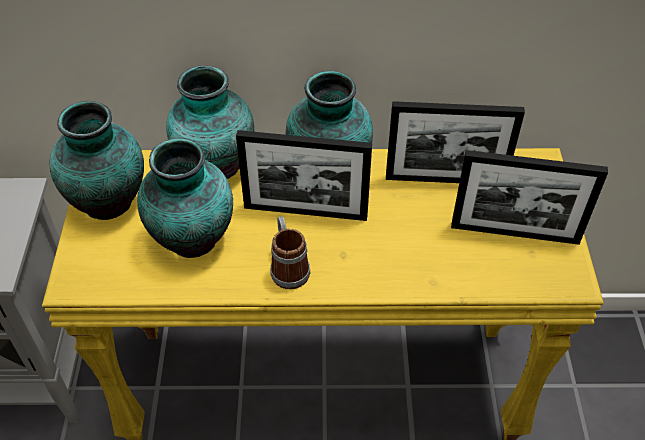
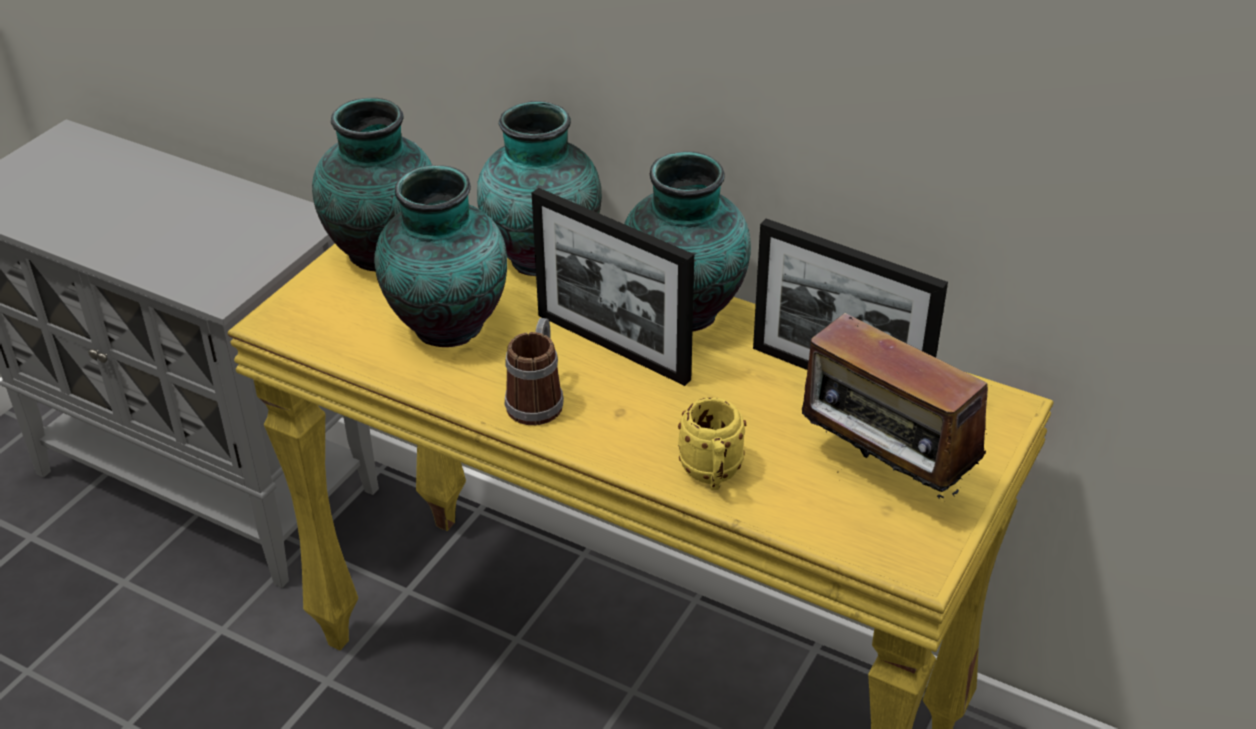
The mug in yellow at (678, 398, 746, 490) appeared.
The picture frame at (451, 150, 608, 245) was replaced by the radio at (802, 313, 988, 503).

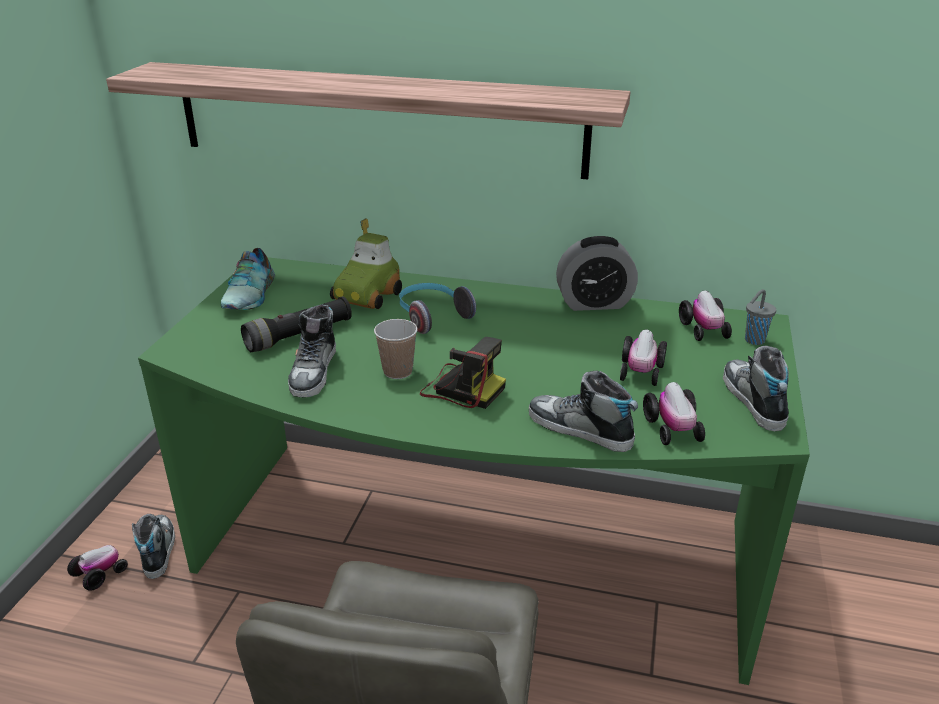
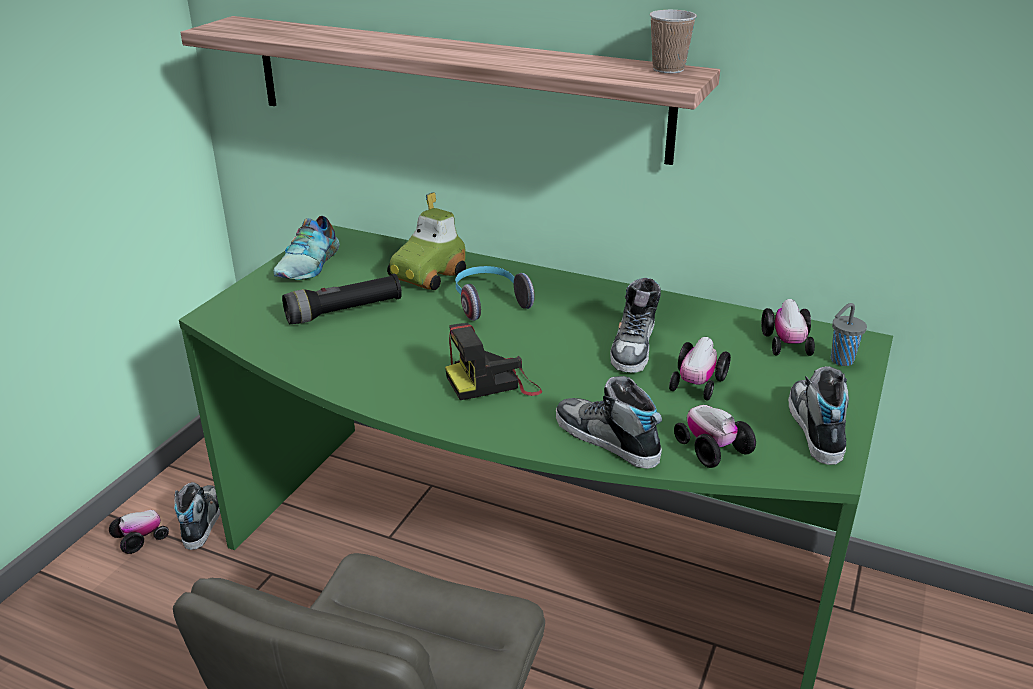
The alarm clock at (556, 236, 638, 311) disappeared.
The shoe moved from (288, 305, 336, 398) to (610, 278, 661, 373).
The cup moved from (374, 319, 418, 379) to (649, 10, 697, 73).
The photo camera at (420, 337, 506, 409) turned 120 degrees clockwise.
The toy car at (643, 382, 705, 445) turned 150 degrees clockwise.

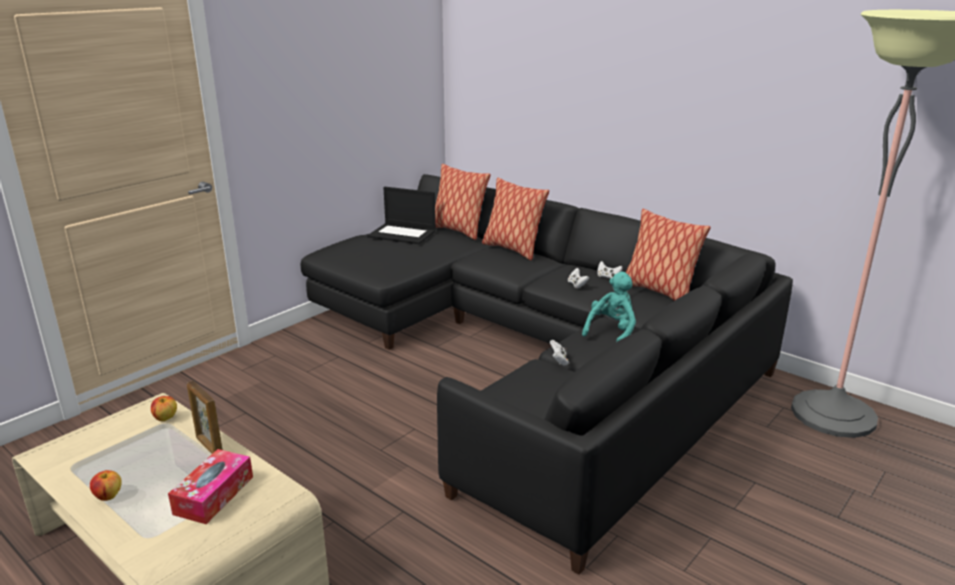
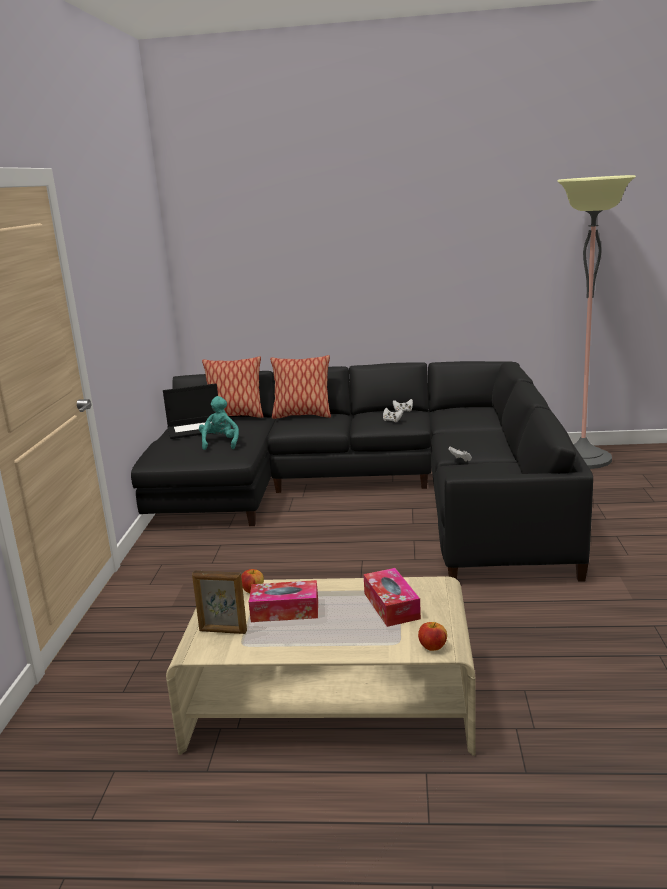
The pillow at (625, 209, 710, 301) disappeared.
The tissue box at (249, 580, 318, 622) appeared.
The apple moved from (90, 470, 122, 501) to (418, 622, 447, 651).
The picture frame moved from (187, 381, 223, 454) to (192, 570, 247, 634).
The plush toy in turquoise moved from (582, 272, 636, 342) to (199, 396, 239, 450).

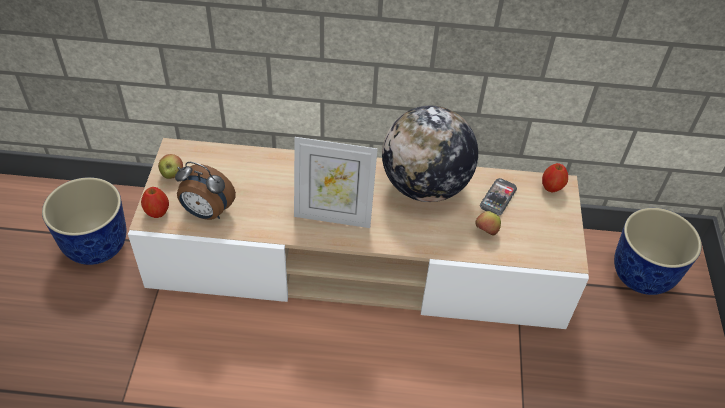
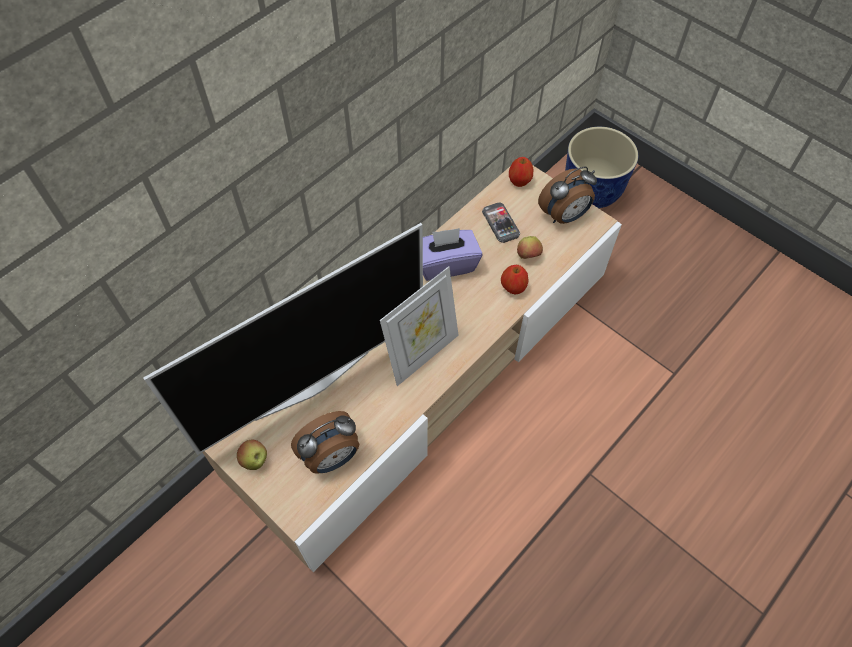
The planter at (42, 177, 126, 265) disappeared.
The television at (143, 223, 423, 455) appeared.
The alarm clock at (538, 167, 597, 224) appeared.
The apple moved from (141, 187, 169, 218) to (501, 265, 528, 294).
The globe at (382, 106, 478, 202) was replaced by the tissue box in purple at (423, 228, 482, 281).

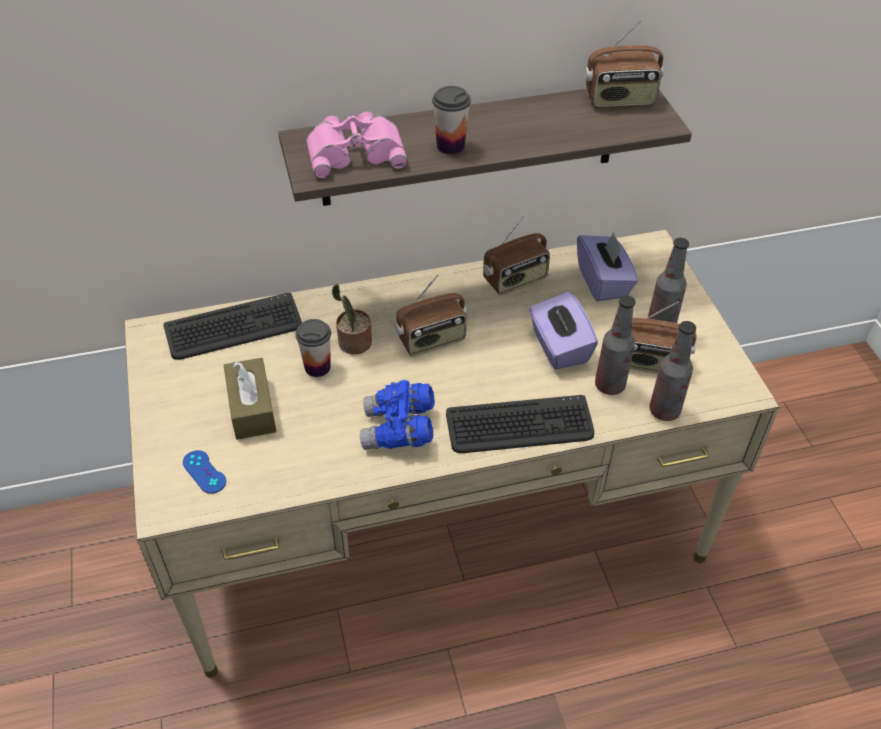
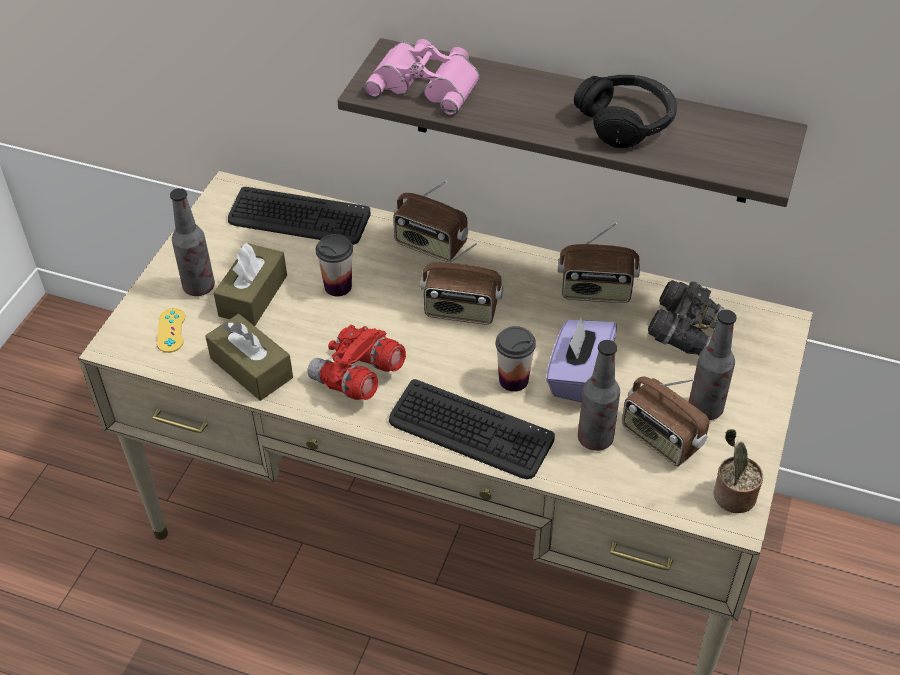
The tissue box in brown at (205, 314, 293, 401) appeared.
The headphones in black at (574, 75, 677, 148) appeared.
The potted plant moved from (331, 284, 372, 354) to (714, 429, 763, 513).
The cup moved from (432, 86, 471, 154) to (496, 326, 536, 392).
The radio moved from (584, 20, 664, 108) to (393, 181, 468, 262).
The bottle moved from (649, 321, 696, 421) to (170, 188, 215, 296).
The tissue box in purple at (577, 232, 638, 302) was replaced by the binoculars in grey at (648, 280, 725, 356).
The game controller in blue at (183, 450, 226, 494) became the game controller in yellow at (157, 308, 185, 353).
The binoculars in blue at (360, 380, 435, 450) became the binoculars in red at (307, 325, 406, 400).

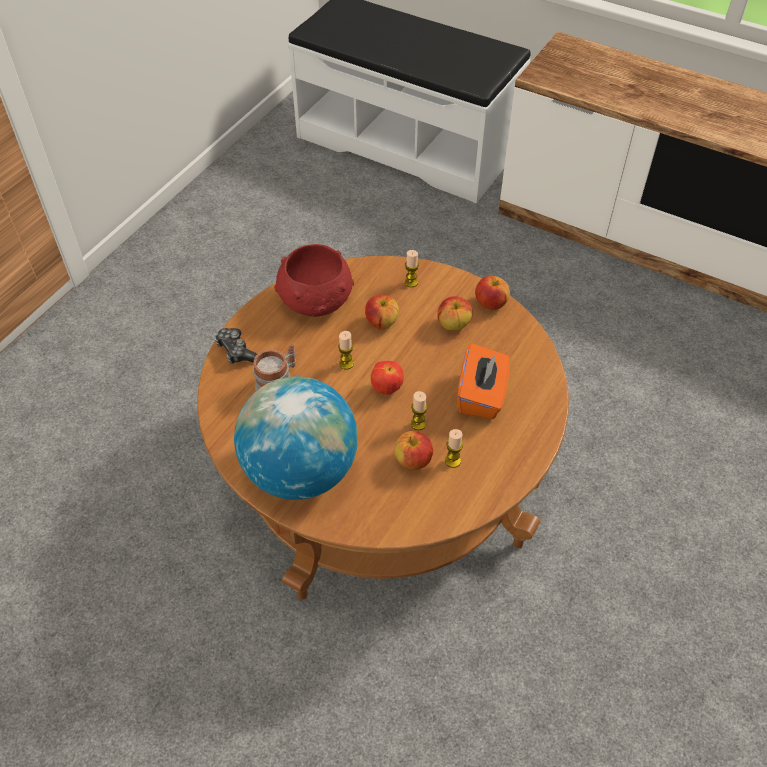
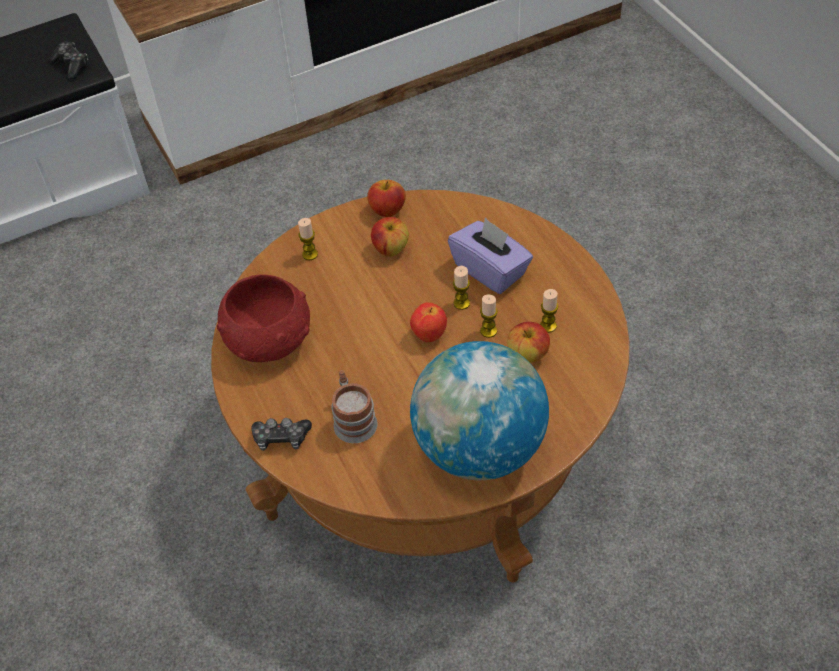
The apple at (365, 294, 399, 330) disappeared.
The game controller at (49, 42, 88, 79) appeared.
The candle moved from (338, 331, 354, 370) to (453, 266, 470, 310).
The tissue box in orange at (457, 343, 510, 419) became the tissue box in purple at (448, 217, 533, 294).

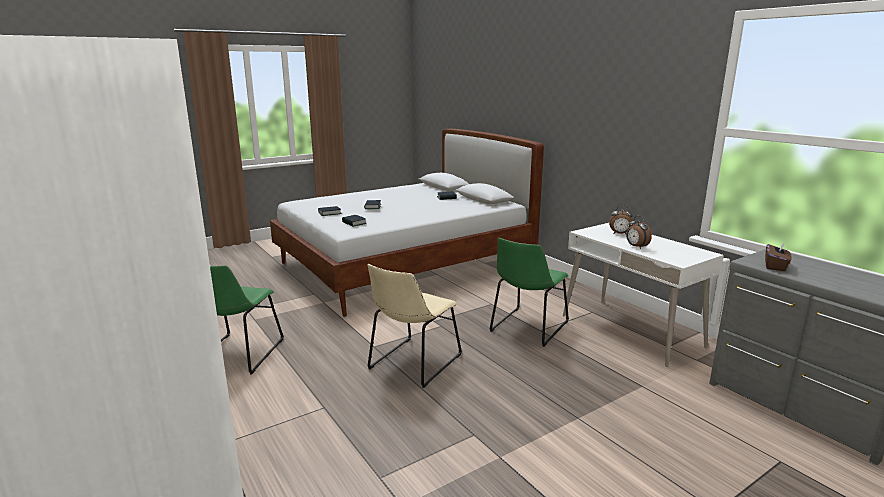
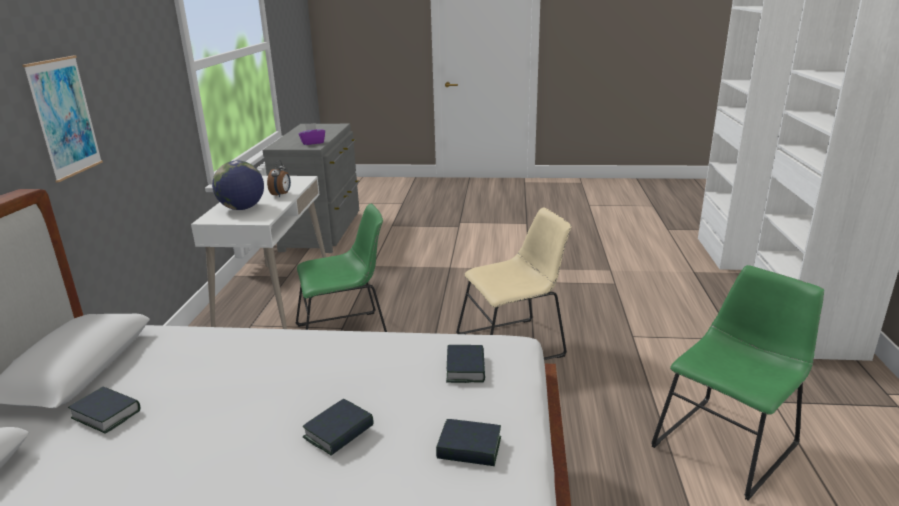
The picture at (22, 55, 103, 182) appeared.
The alarm clock at (609, 205, 633, 234) was replaced by the globe at (212, 160, 264, 210).
The tissue box in brown at (765, 242, 792, 271) became the tissue box in purple at (298, 123, 325, 145).

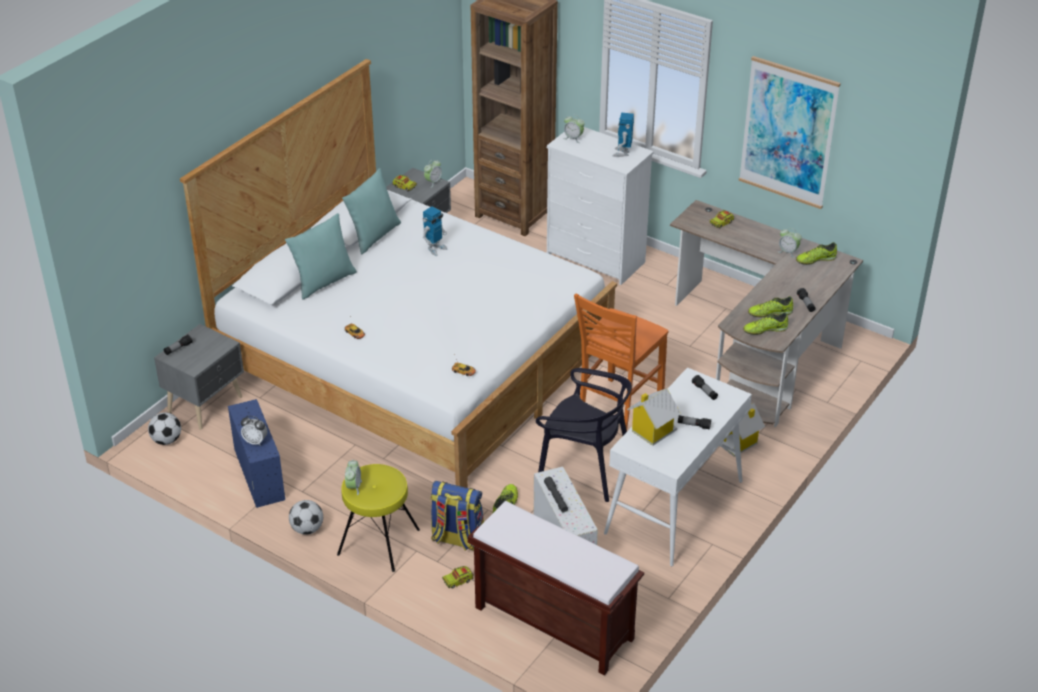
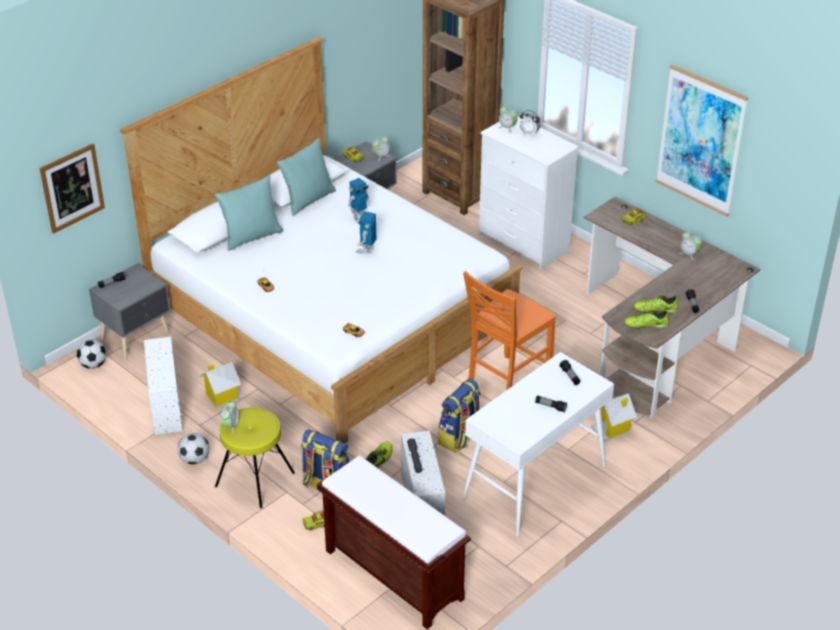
The shoe at (796, 242, 837, 265) disappeared.
The picture at (40, 144, 105, 234) appeared.
The alarm clock moved from (241, 416, 267, 446) to (519, 110, 540, 137).
The toy robot moved from (613, 112, 634, 157) to (356, 211, 376, 254).
The toy house moved from (627, 388, 681, 446) to (200, 362, 243, 409).
The chair in black at (536, 368, 632, 502) was replaced by the backpack at (438, 379, 481, 453).
The storage box in blue at (228, 399, 285, 508) became the storage box in white at (144, 337, 183, 435).

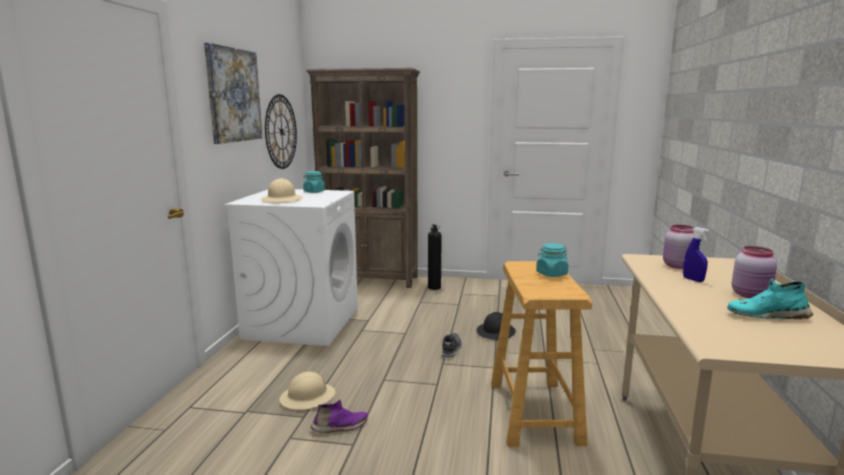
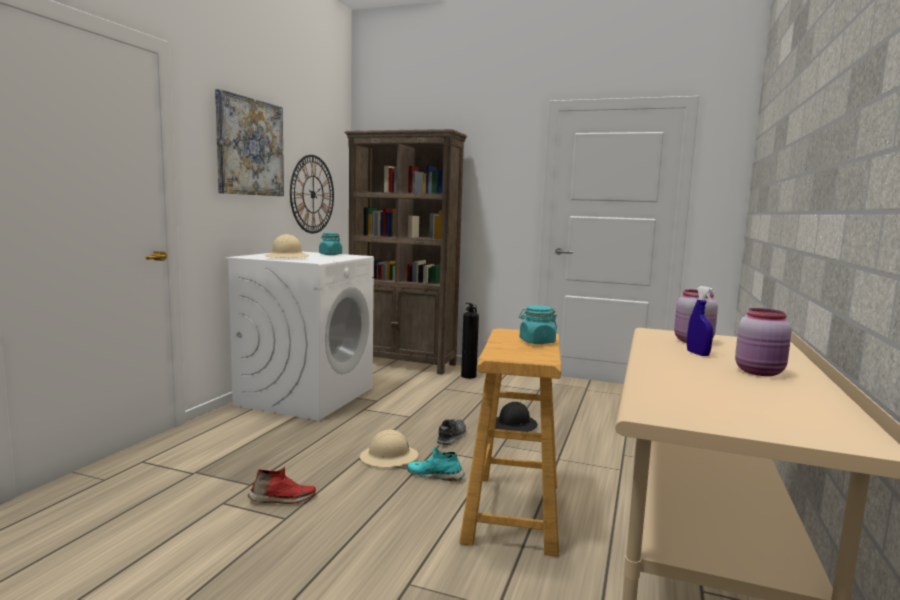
The hard hat in beige moved from (279, 372, 335, 410) to (360, 430, 418, 467).
The shoe in turquoise moved from (727, 279, 813, 319) to (407, 448, 465, 482).
The shoe in purple at (311, 399, 368, 433) became the shoe in red at (248, 467, 316, 504).

